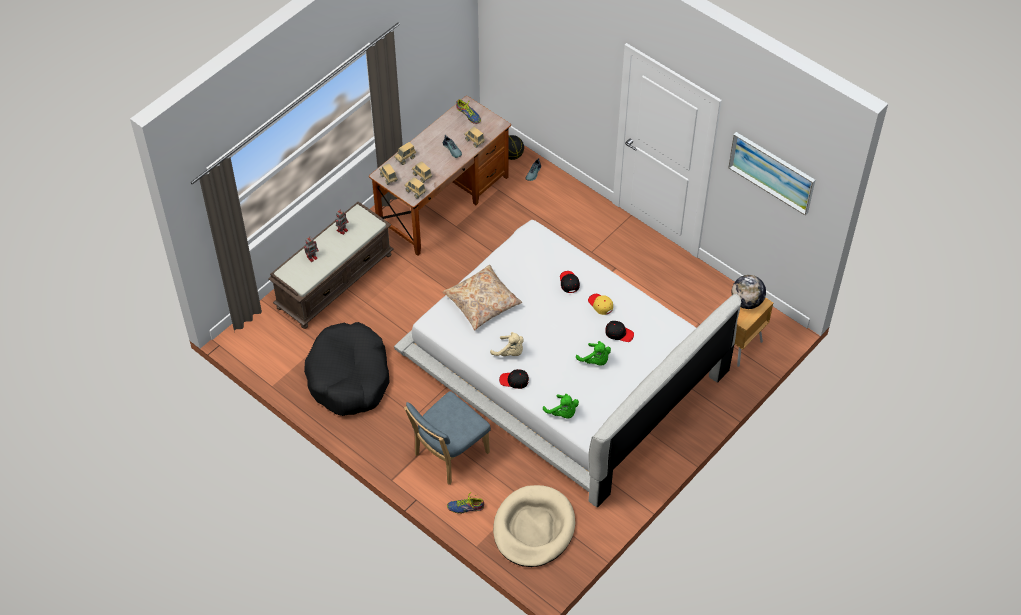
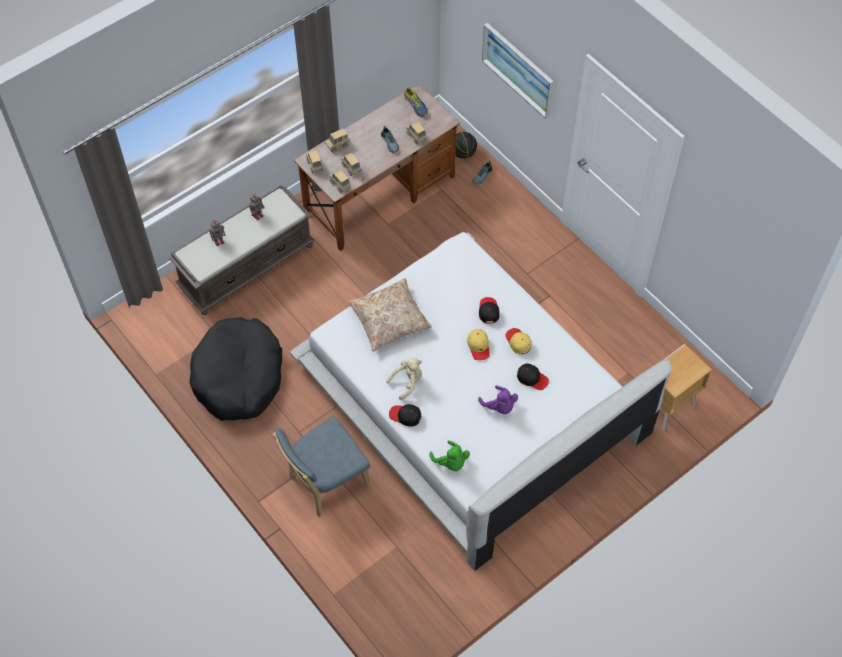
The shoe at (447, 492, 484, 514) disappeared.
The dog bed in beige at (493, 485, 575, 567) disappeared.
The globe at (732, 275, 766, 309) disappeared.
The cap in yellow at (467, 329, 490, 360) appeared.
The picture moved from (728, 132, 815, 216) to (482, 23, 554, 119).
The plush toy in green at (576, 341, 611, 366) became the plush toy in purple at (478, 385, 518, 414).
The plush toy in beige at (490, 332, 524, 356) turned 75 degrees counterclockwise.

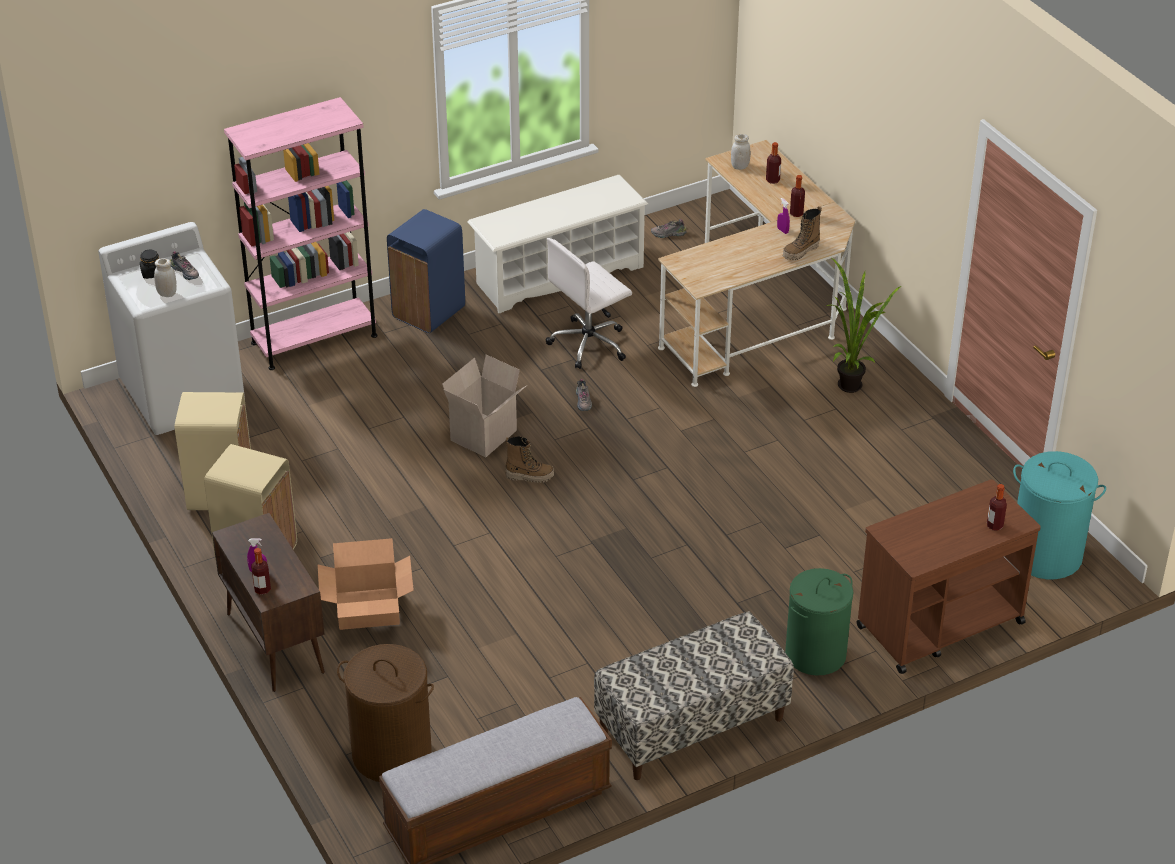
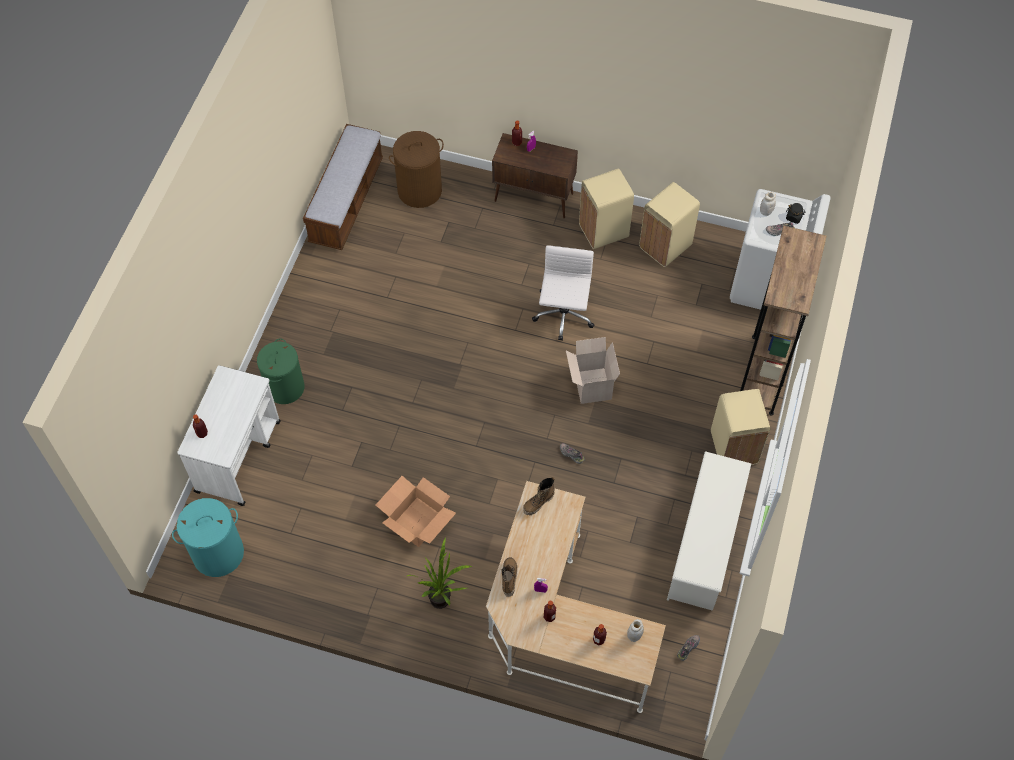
The bench at (594, 611, 794, 780) disappeared.
The cardboard box moved from (318, 538, 414, 630) to (376, 476, 456, 547).
The boot moved from (505, 436, 554, 483) to (523, 477, 555, 516).
The office chair in white moved from (545, 238, 632, 369) to (532, 245, 594, 340).
The bookcase in pink at (224, 97, 377, 370) became the bookcase in brown at (740, 226, 827, 416).
The trash can in blue at (387, 209, 465, 333) became the trash can in beige at (711, 389, 771, 465).
The cart in brown at (856, 479, 1041, 674) became the cart in white at (177, 365, 281, 506).

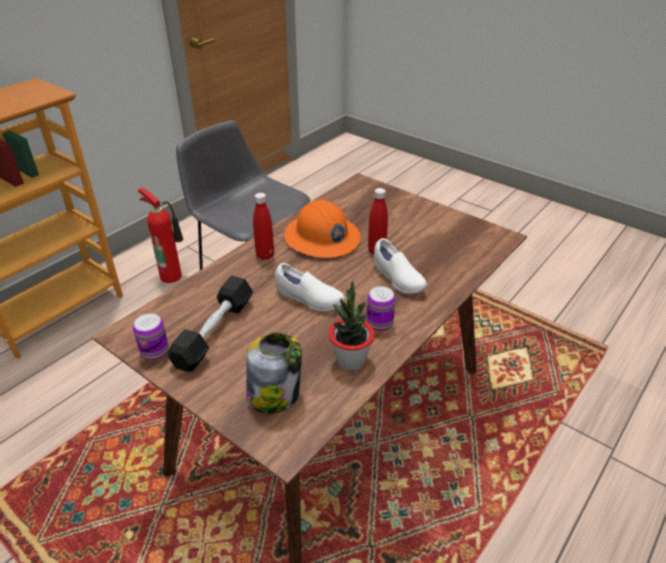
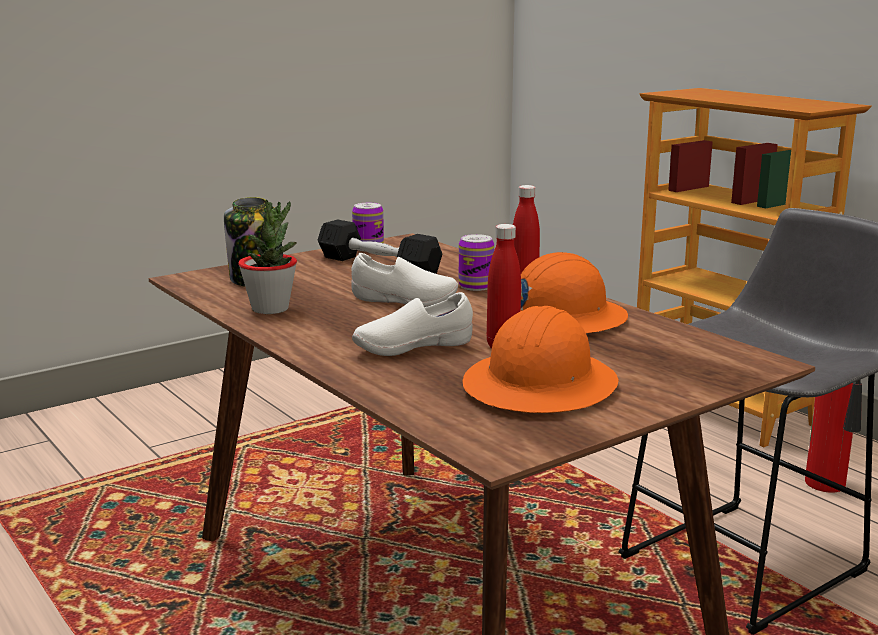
The hard hat in orange at (462, 306, 618, 413) appeared.
The can moved from (366, 286, 395, 332) to (459, 234, 494, 291).
The shoe in white at (275, 263, 345, 312) turned 120 degrees counterclockwise.

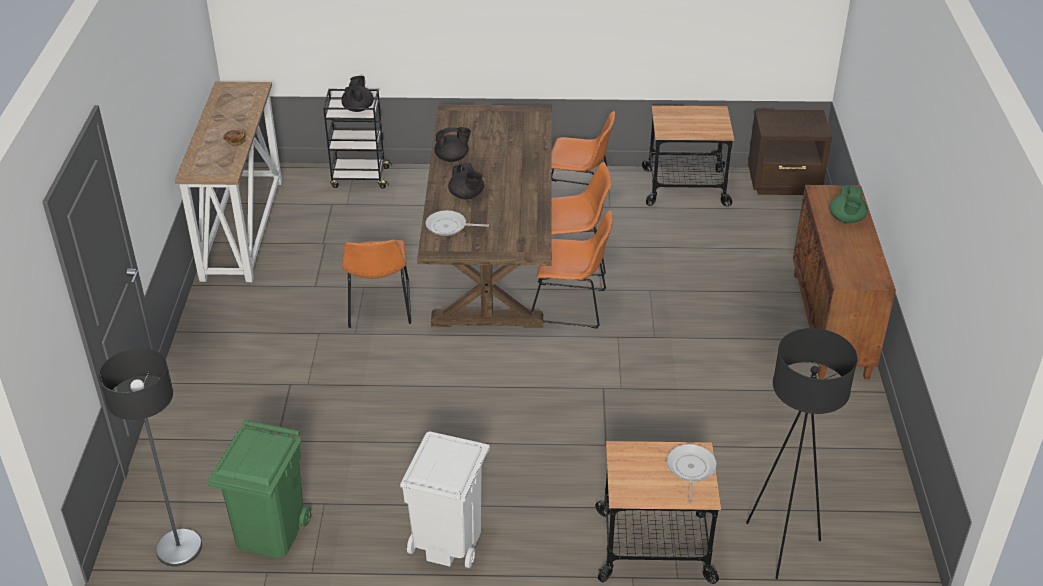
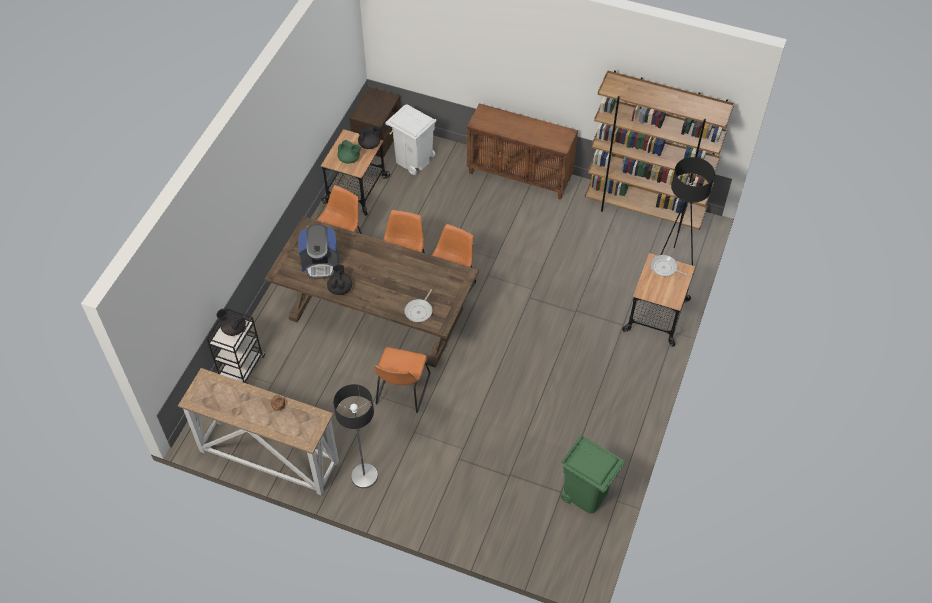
The coffee machine at (298, 224, 340, 279) appeared.
The bookcase in brown at (585, 70, 734, 233) appeared.
The floor lamp moved from (99, 348, 202, 566) to (333, 384, 378, 488).
The trash can in white moved from (400, 432, 490, 568) to (385, 104, 437, 175).
The teapot in black moved from (448, 163, 484, 199) to (358, 126, 382, 149).
The teapot in green moved from (829, 185, 868, 223) to (337, 140, 361, 164).
The chair in orange at (342, 239, 411, 328) turned 90 degrees clockwise.

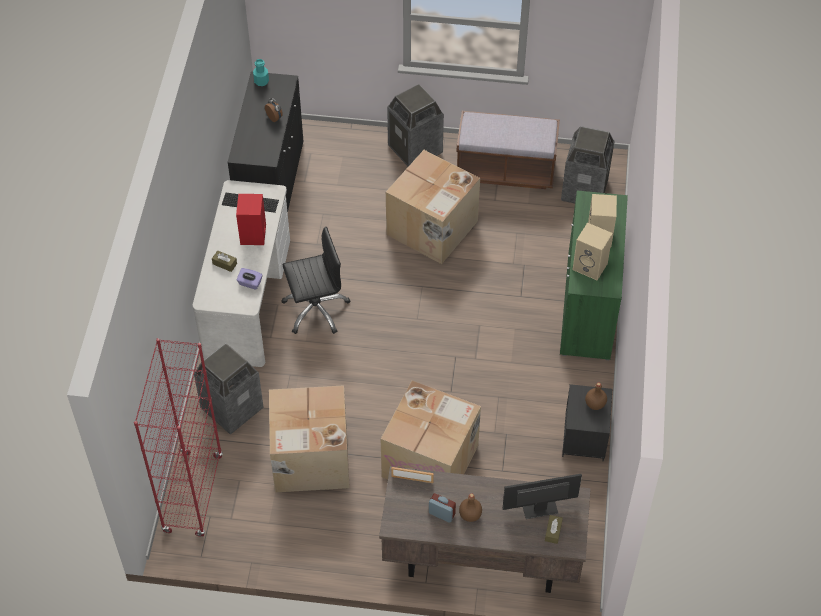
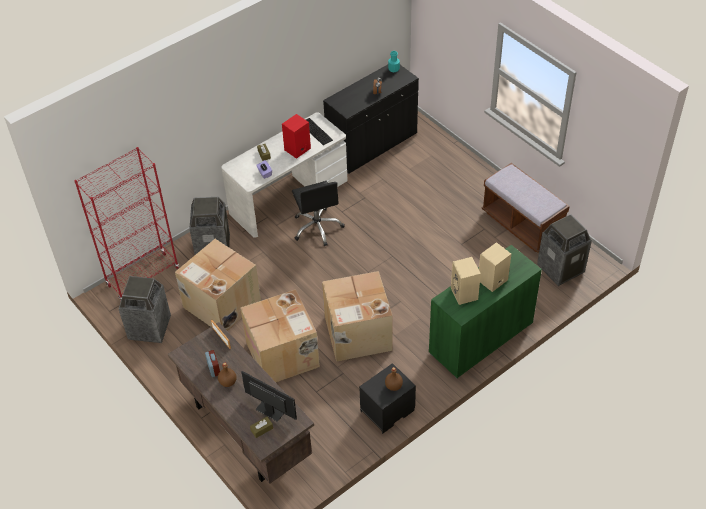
The cardboard box moved from (386, 150, 480, 264) to (322, 271, 393, 362).
The trash can moved from (387, 84, 444, 167) to (118, 276, 171, 343).
The office chair in black at (282, 227, 350, 334) turned 45 degrees clockwise.

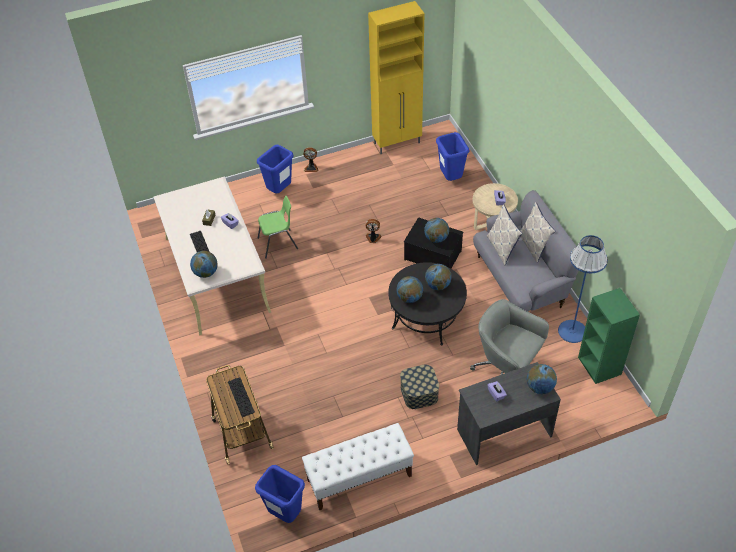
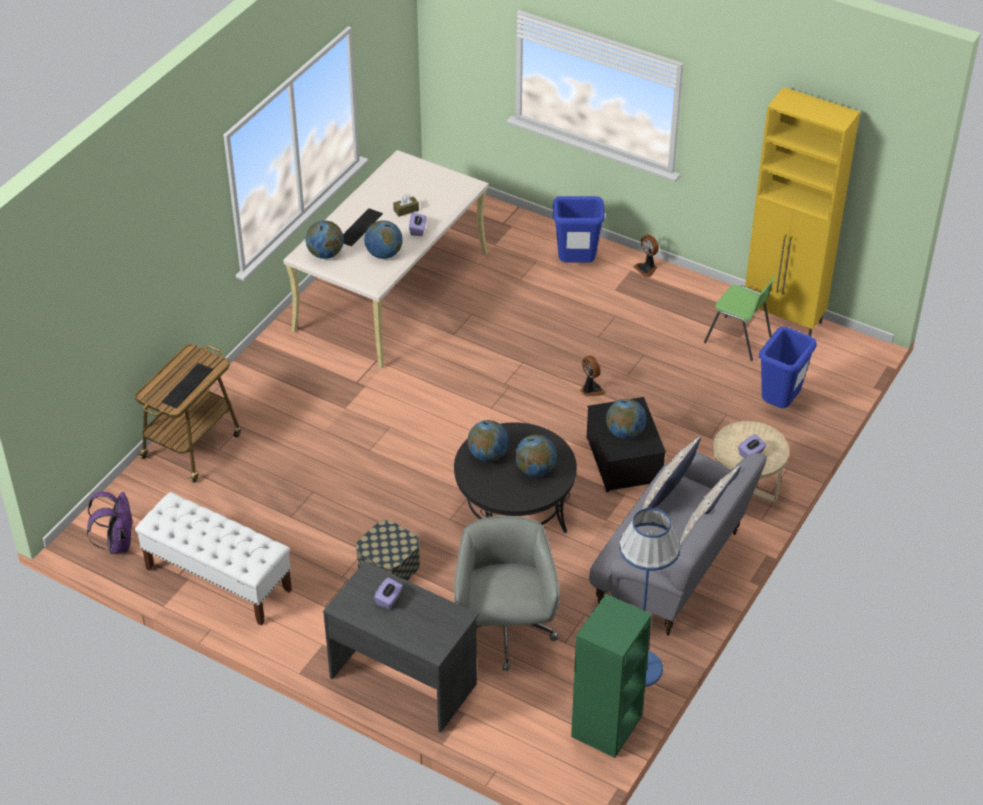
The chair in green moved from (258, 196, 298, 259) to (704, 276, 776, 361).
The globe moved from (527, 364, 557, 394) to (364, 220, 403, 259).
The trash can in blue at (255, 465, 305, 523) was replaced by the backpack in purple at (87, 491, 134, 554).

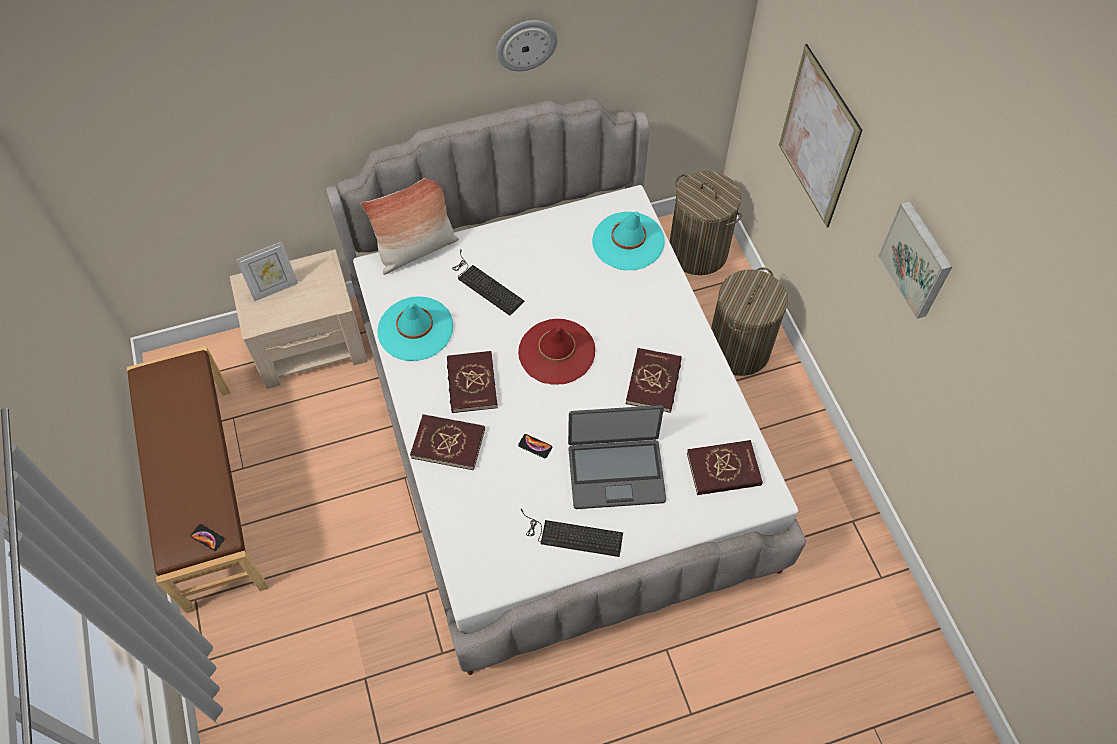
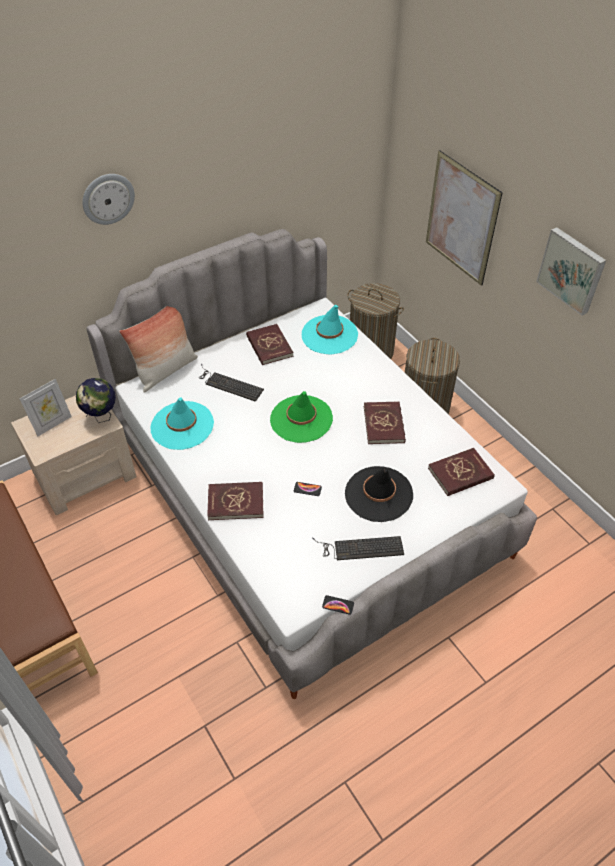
The globe at (76, 378, 116, 423) appeared.
The phone moved from (190, 524, 225, 551) to (322, 595, 354, 615).
The book in red moved from (447, 351, 498, 413) to (246, 324, 294, 365).
The wall clock moved from (496, 20, 558, 71) to (82, 174, 135, 225).
The laptop at (568, 405, 666, 509) was replaced by the hat in black at (345, 466, 413, 522).
The hat in red at (518, 319, 595, 385) became the hat in green at (270, 391, 333, 443).

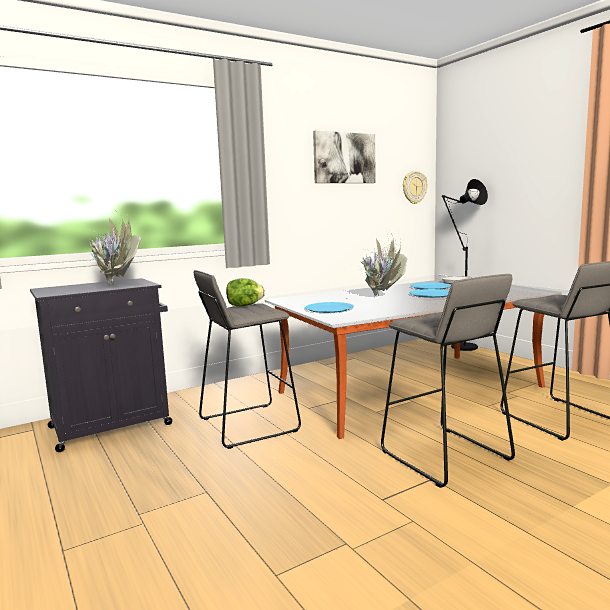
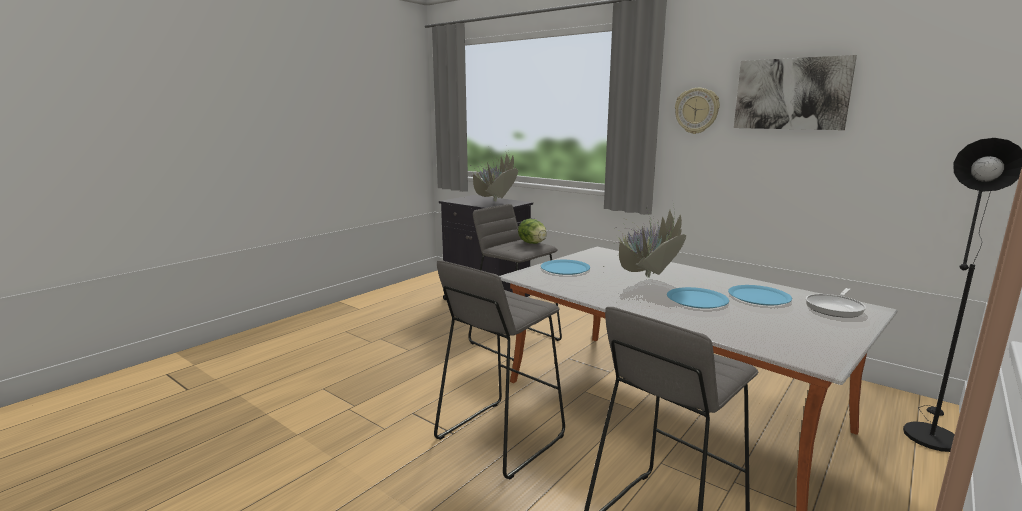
The wall clock moved from (403, 171, 427, 204) to (675, 88, 720, 134).

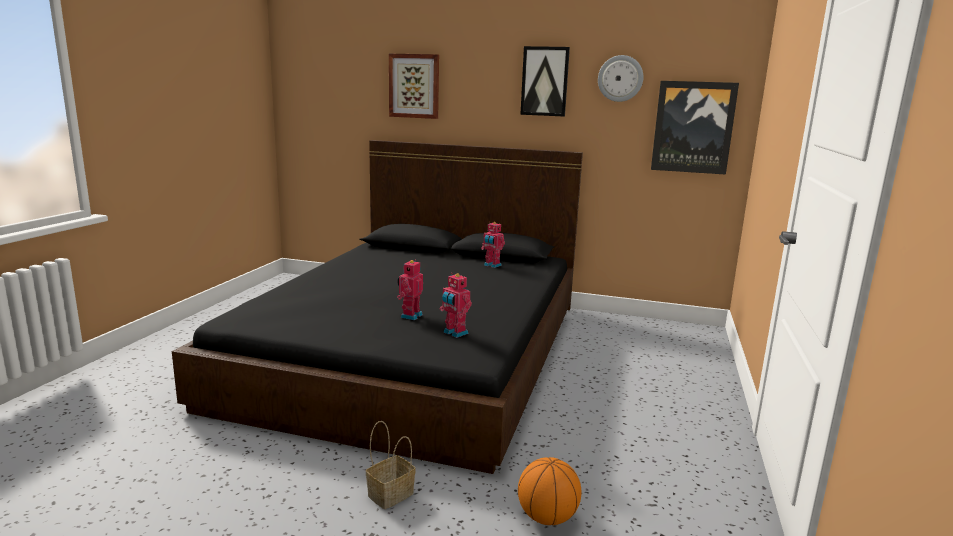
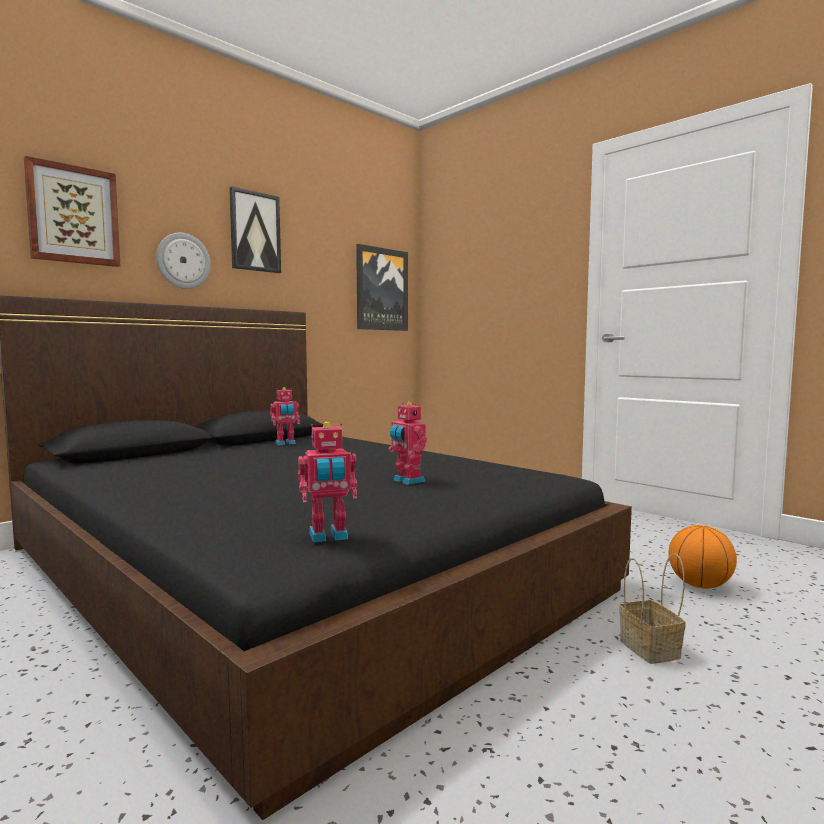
The toy robot moved from (440, 273, 472, 338) to (298, 422, 357, 542).
The wall clock moved from (598, 55, 643, 102) to (156, 233, 211, 289).

